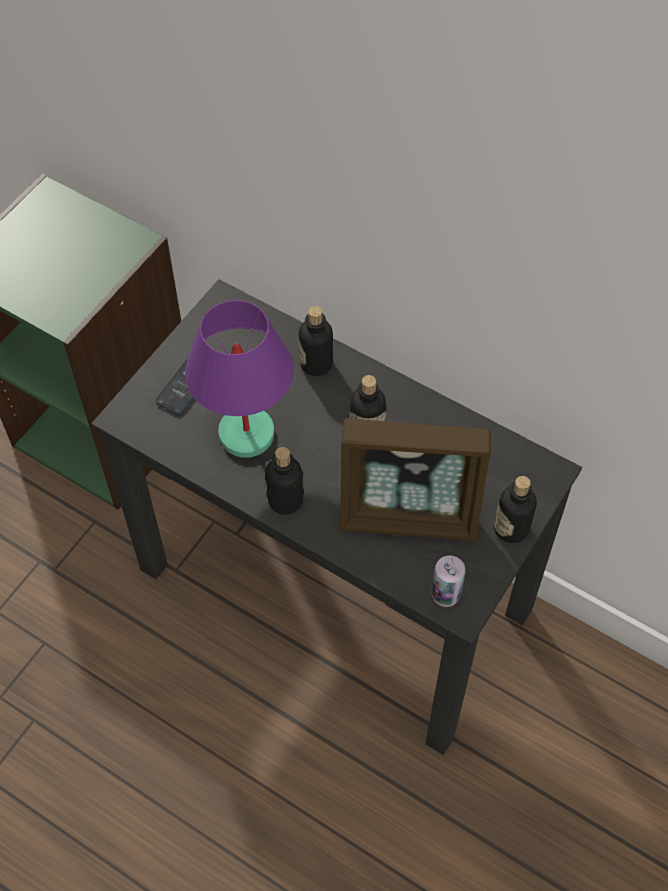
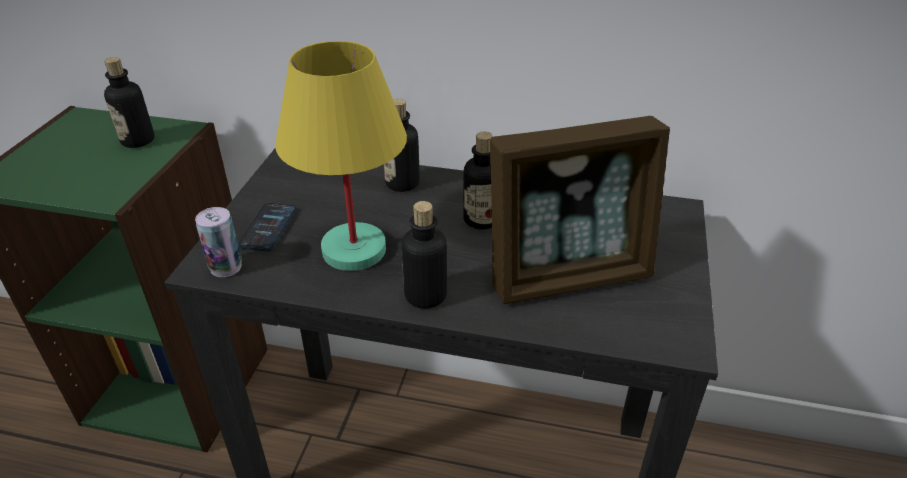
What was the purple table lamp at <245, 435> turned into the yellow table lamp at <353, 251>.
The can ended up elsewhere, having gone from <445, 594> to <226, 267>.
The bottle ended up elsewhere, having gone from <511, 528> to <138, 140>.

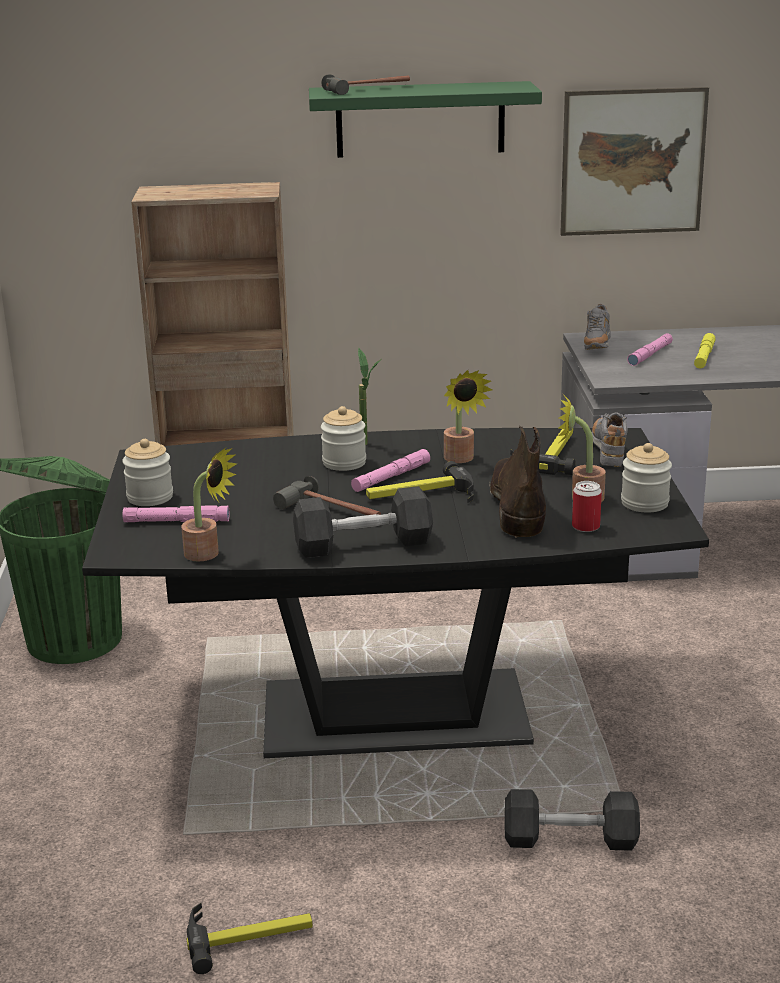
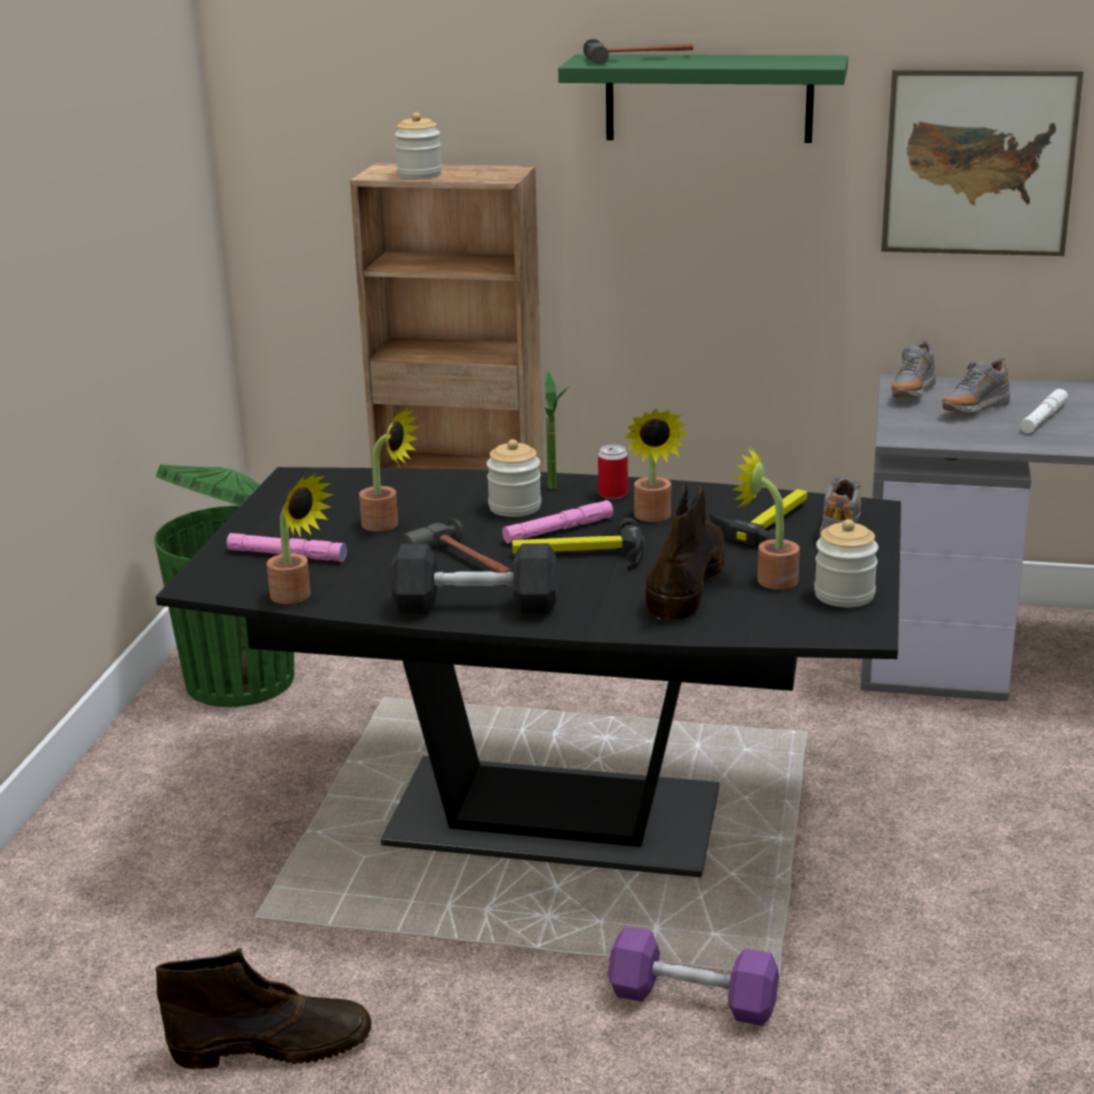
The jar ended up elsewhere, having gone from <150, 497> to <419, 175>.
Where the hammer stood at <249, 935>, the brown boot came to stand at <273, 1045>.
What was the grey dumbbell at <570, 839> turned into the purple dumbbell at <692, 999>.
The can ended up elsewhere, having gone from <585, 527> to <613, 494>.
Where the pink flashlight stood at <650, 354>, the grey shoe came to stand at <973, 410>.
What was the yellow flashlight at <704, 356> turned into the white flashlight at <1043, 418>.
The second view gained the potted plant at <387, 525>.

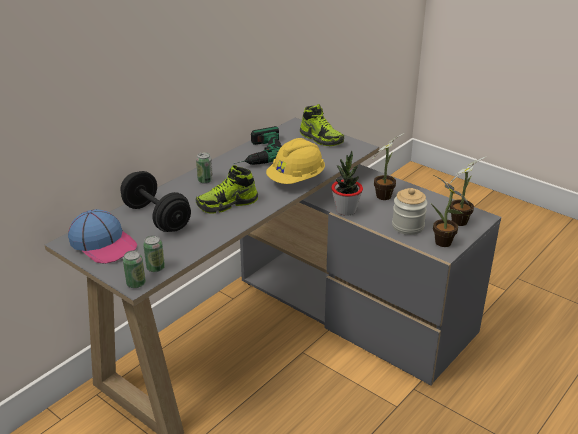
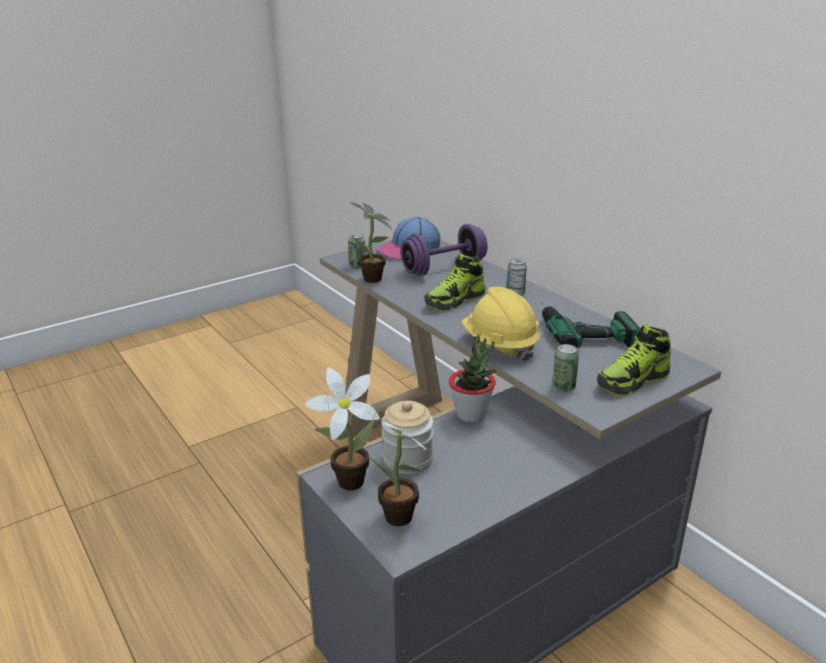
What was the black dumbbell at <157, 217> turned into the purple dumbbell at <444, 268>.
The can ended up elsewhere, having gone from <136, 284> to <563, 387>.
The shoe at <227, 204> ended up facing another way, 120 degrees counterclockwise from before.
The potted plant ended up elsewhere, having gone from <385, 195> to <374, 280>.

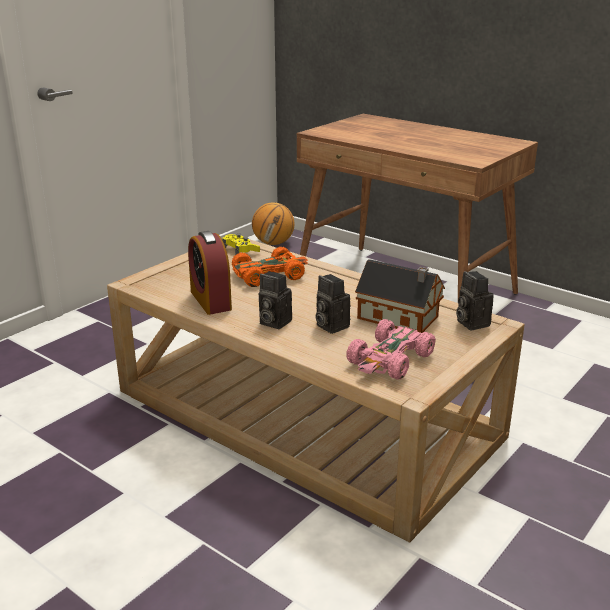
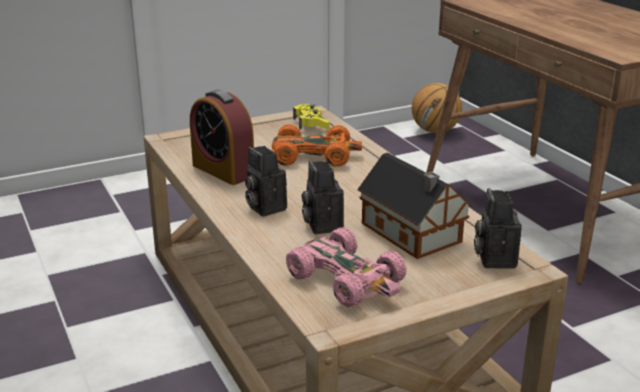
The alarm clock at <210, 300> ended up facing another way, 45 degrees counterclockwise from before.
The pink toy car at <390, 360> ended up facing another way, 105 degrees counterclockwise from before.

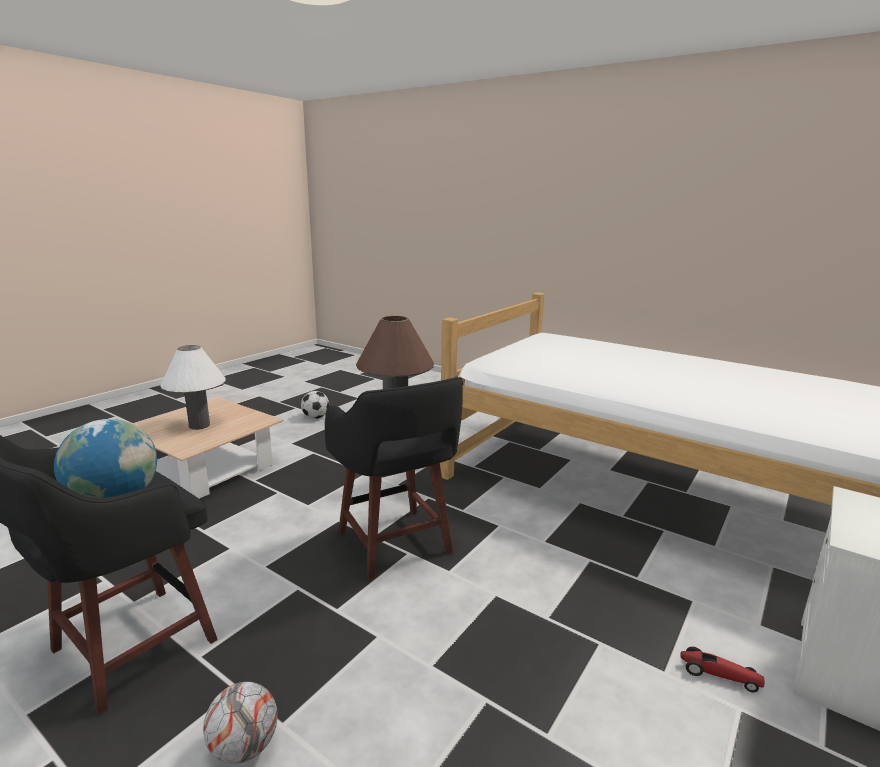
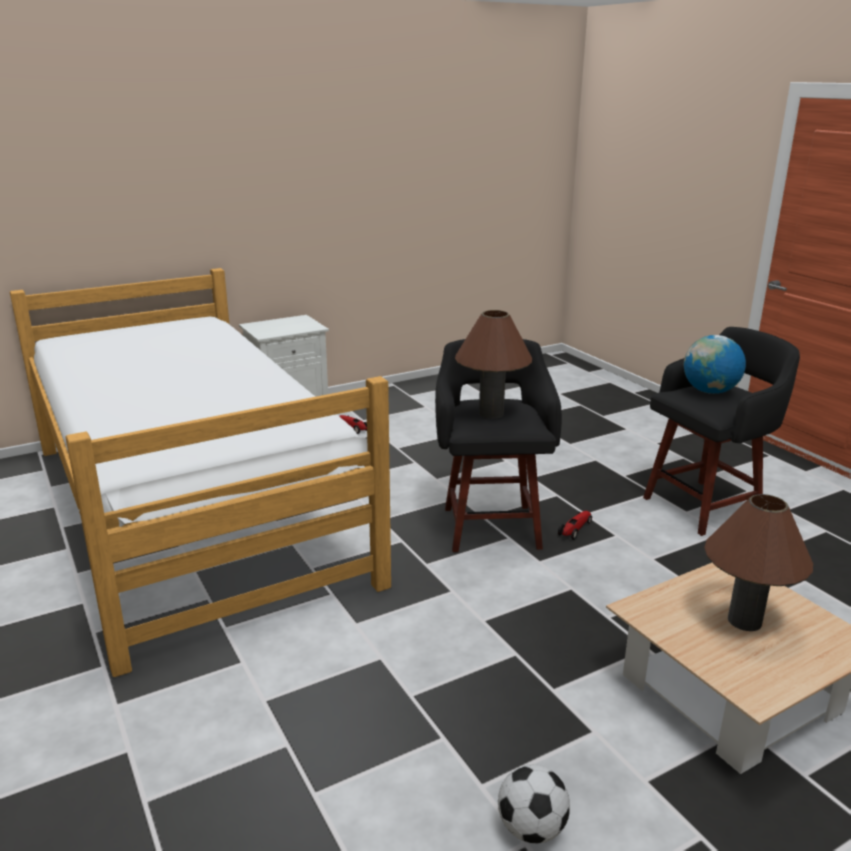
What was the white table lamp at <199, 425> turned into the brown table lamp at <744, 621>.
The second view lost the football at <244, 747>.
The second view gained the toy car at <575, 529>.

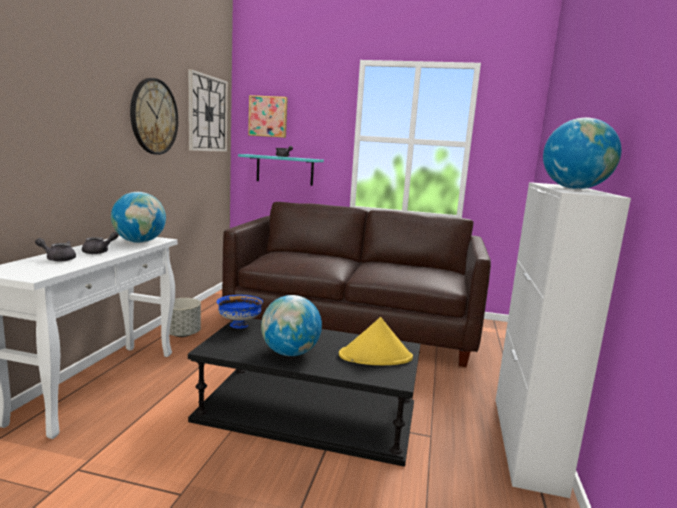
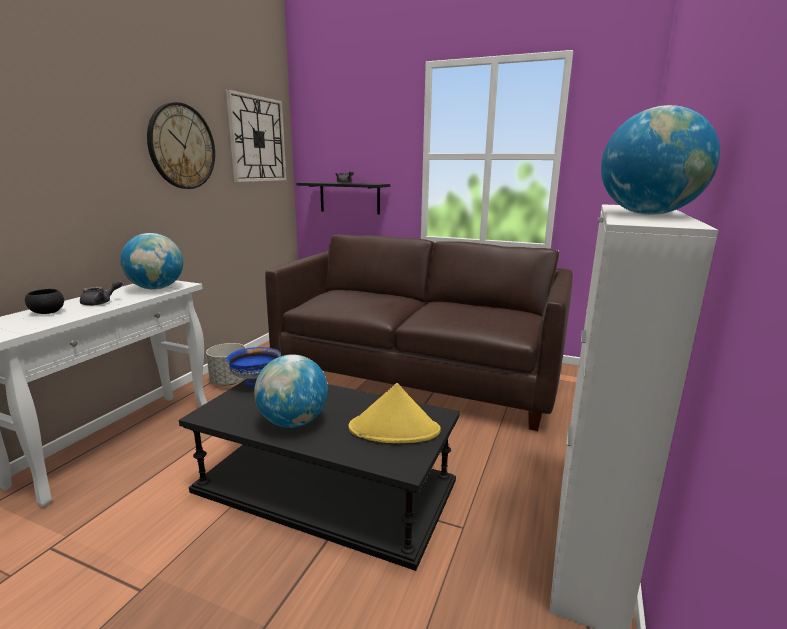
Where the grey teapot stood at <58, 259>, the black bowl came to stand at <47, 312>.
What was the turquoise shelf at <285, 170> turned into the black shelf at <349, 198>.
The second view lost the picture at <268, 116>.

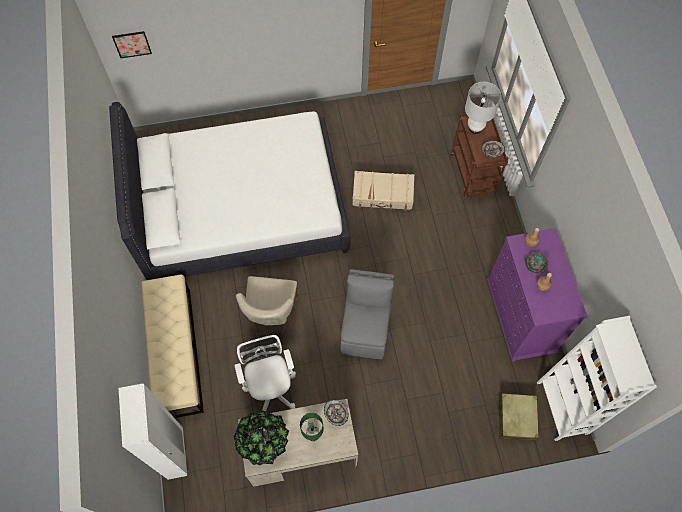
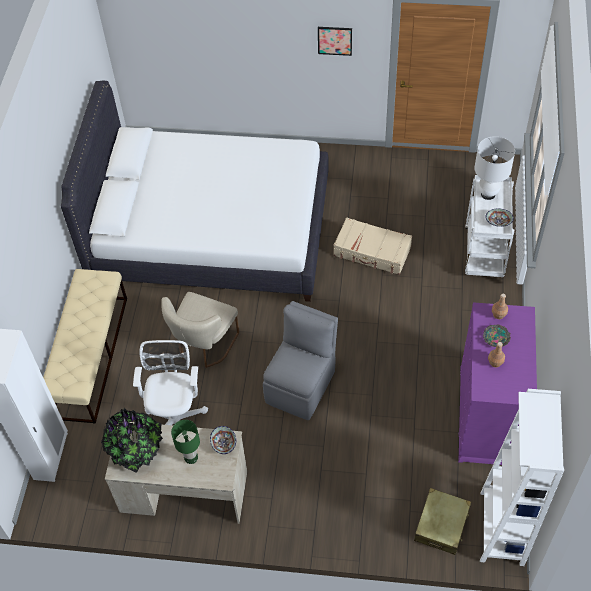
The picture ended up elsewhere, having gone from <132, 44> to <334, 40>.
What was the brown cart at <473, 174> turned into the white cart at <484, 253>.

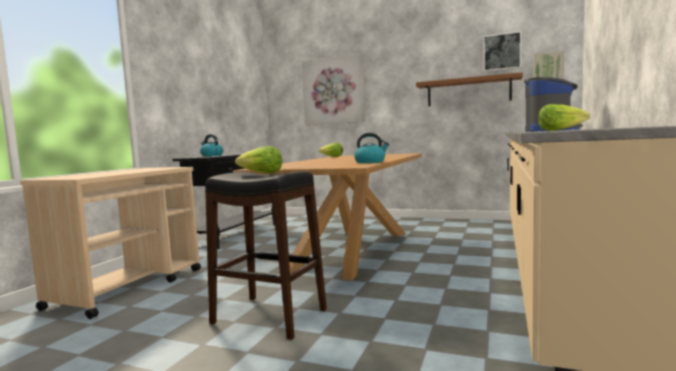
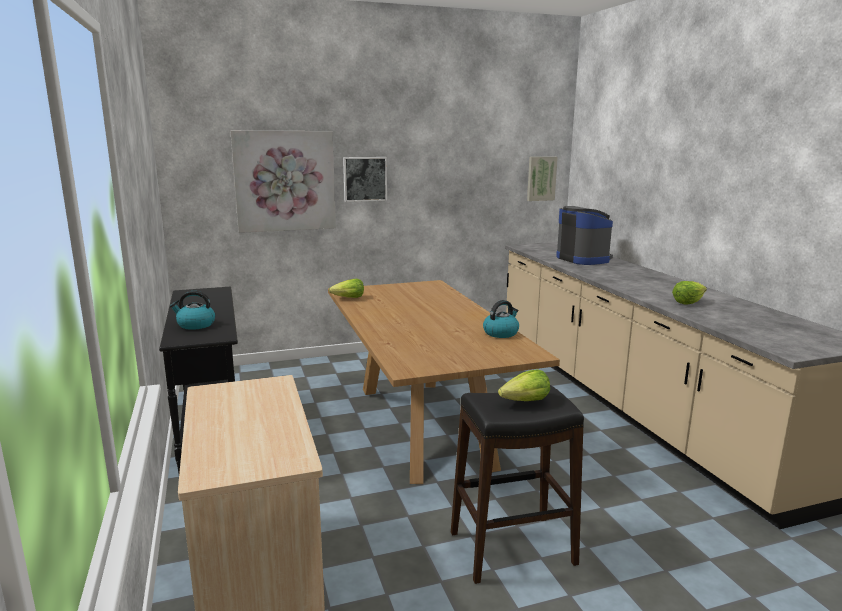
The second view lost the brown shelf at <468, 91>.
The picture ended up elsewhere, having gone from <502, 52> to <364, 179>.

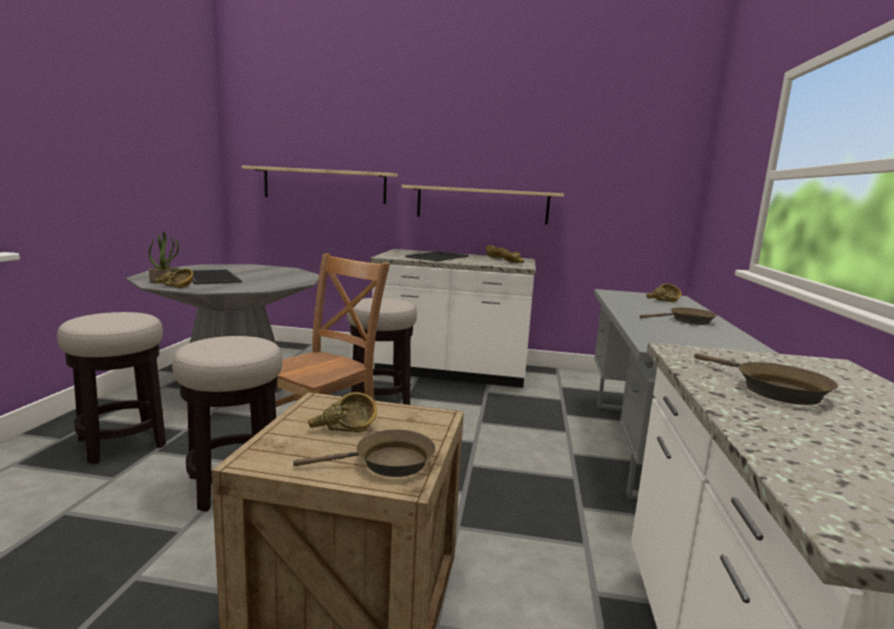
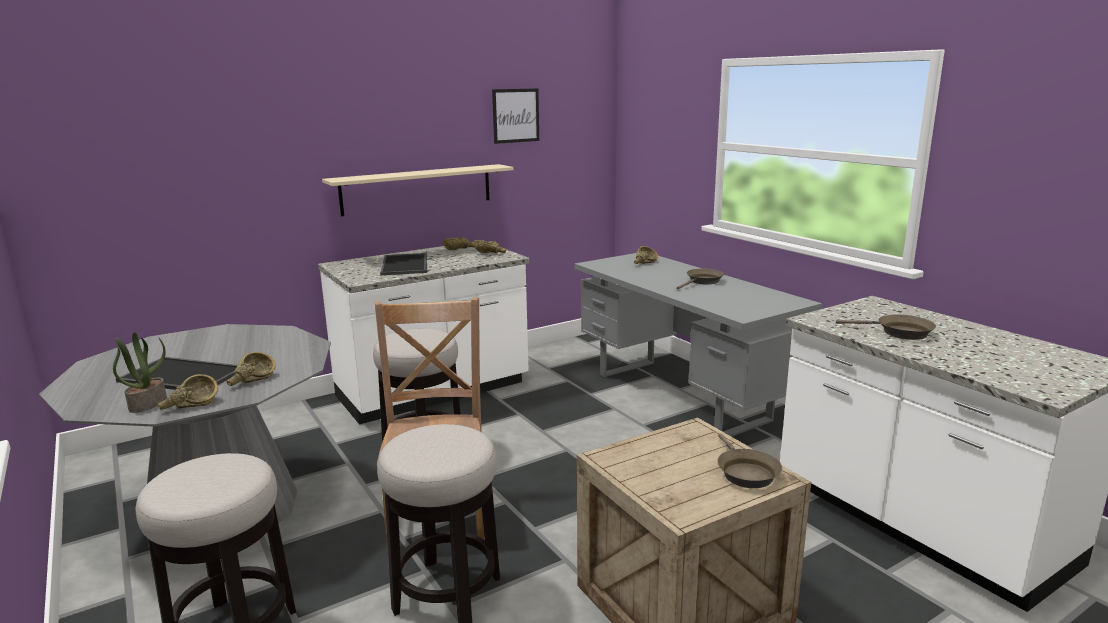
The second view lost the beige shelf at <324, 185>.
The brown frying pan at <387, 463> ended up facing another way, 135 degrees clockwise from before.
The brown bowl ended up elsewhere, having gone from <343, 429> to <252, 380>.
The second view gained the picture at <515, 115>.

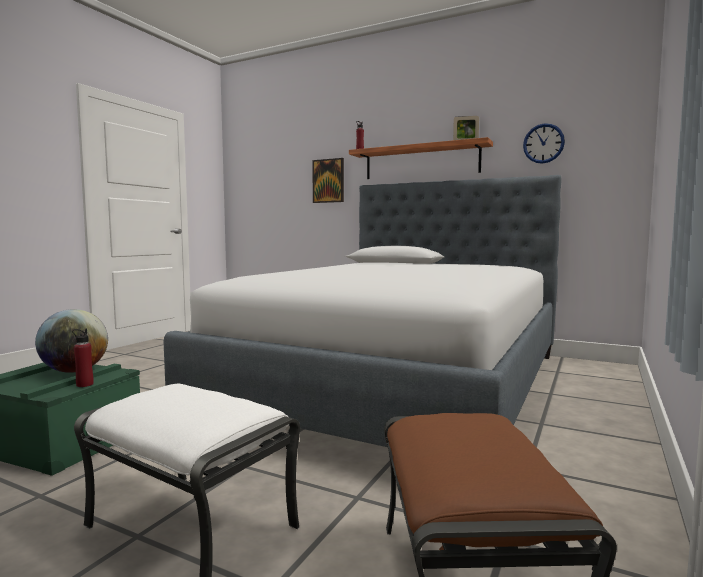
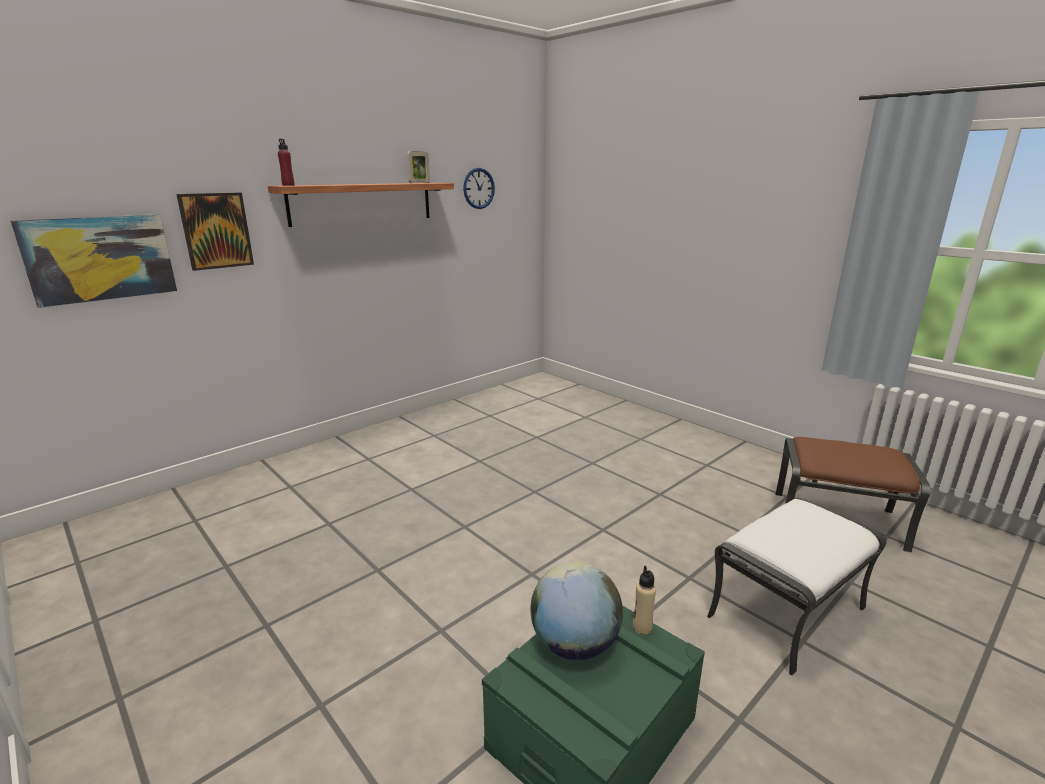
What was the red bottle at <84, 384> turned into the beige bottle at <642, 627>.
The second view lost the bed at <399, 382>.
The second view gained the picture at <100, 258>.

